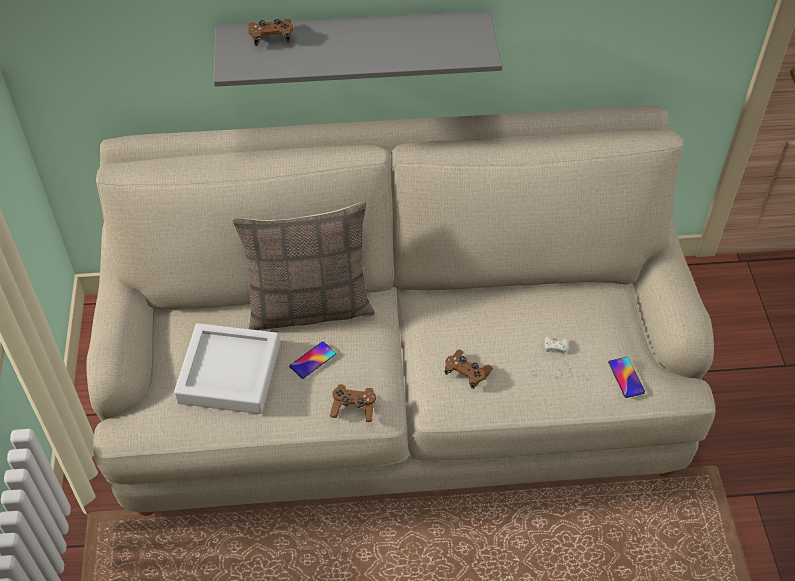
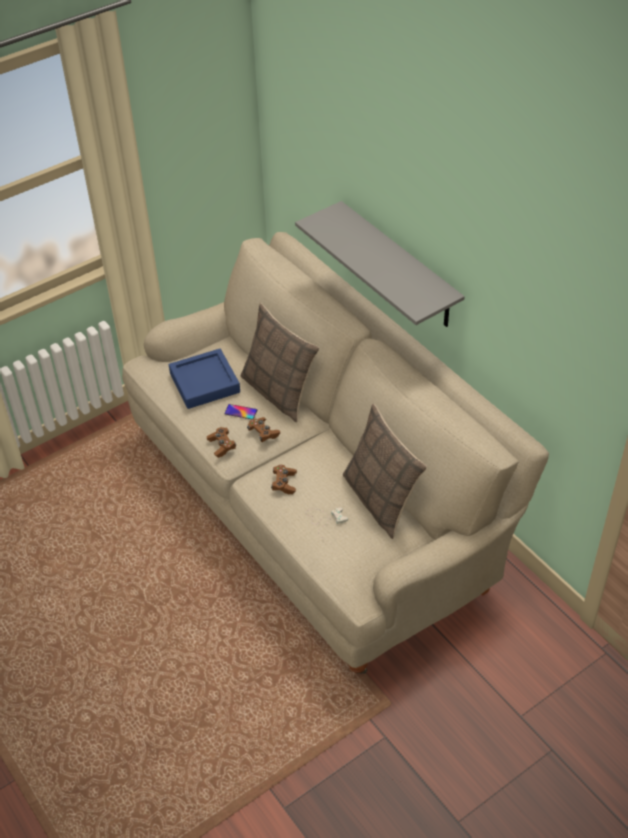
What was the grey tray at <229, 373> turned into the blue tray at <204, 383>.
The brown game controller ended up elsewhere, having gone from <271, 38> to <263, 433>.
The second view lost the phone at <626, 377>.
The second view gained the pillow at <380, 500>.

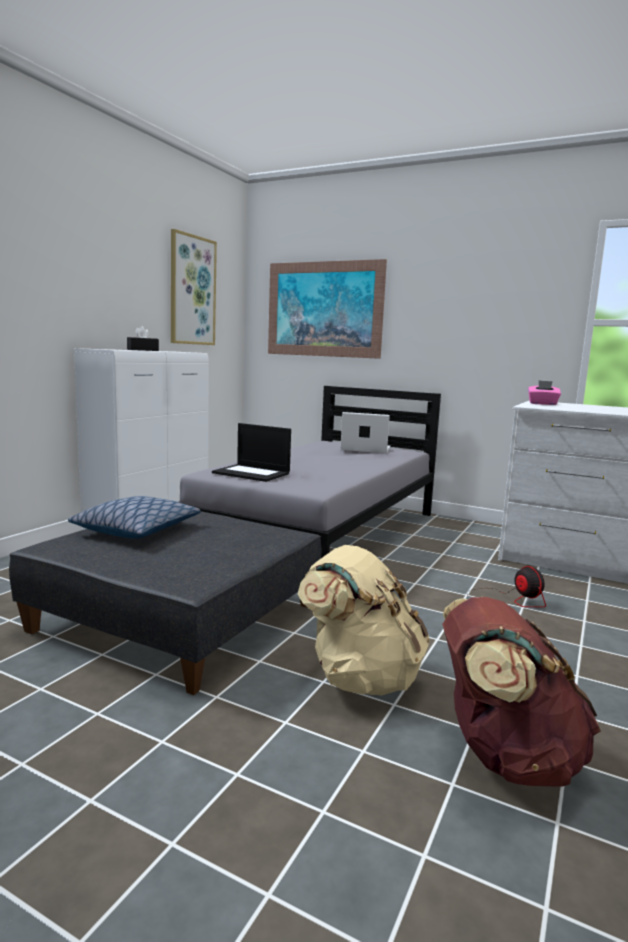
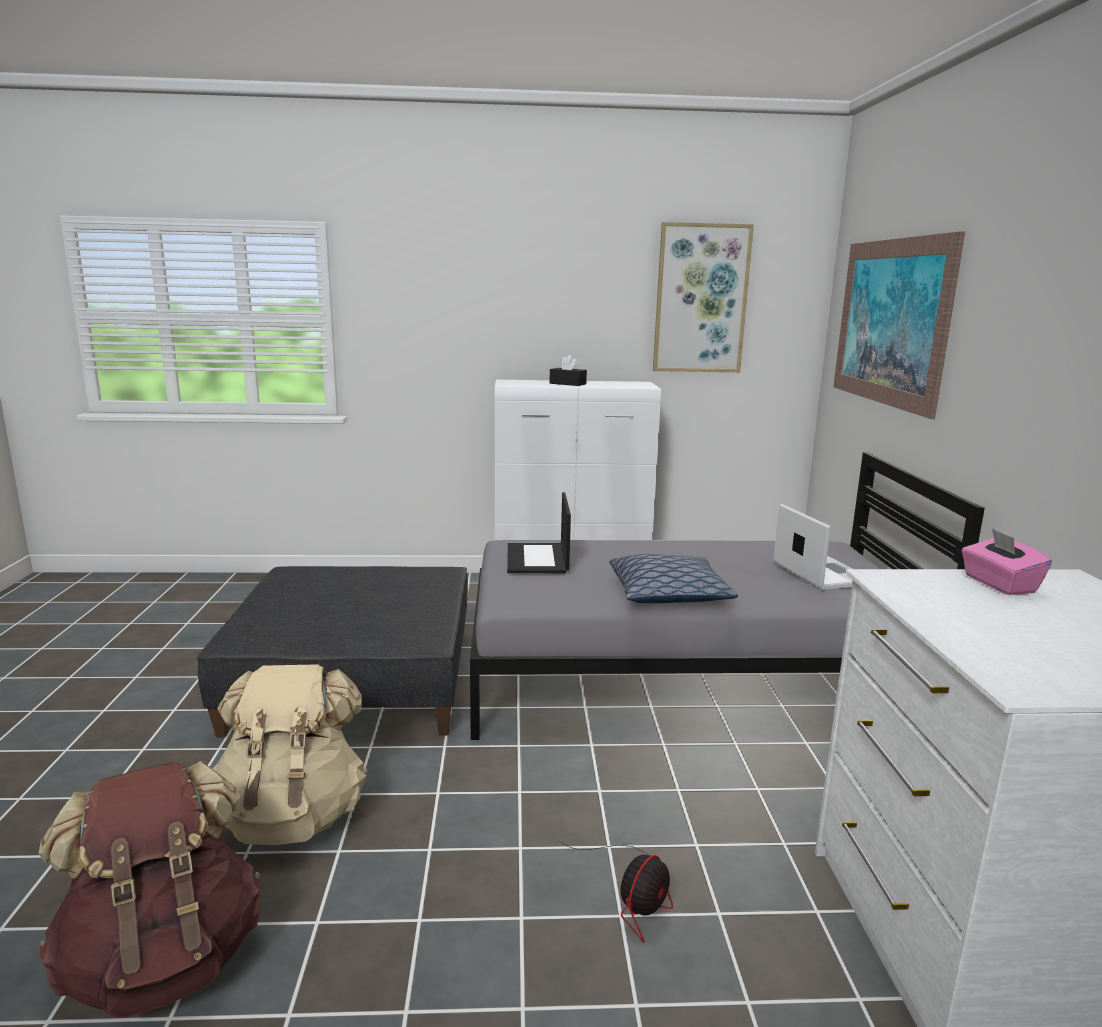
The pillow ended up elsewhere, having gone from <136, 530> to <668, 594>.

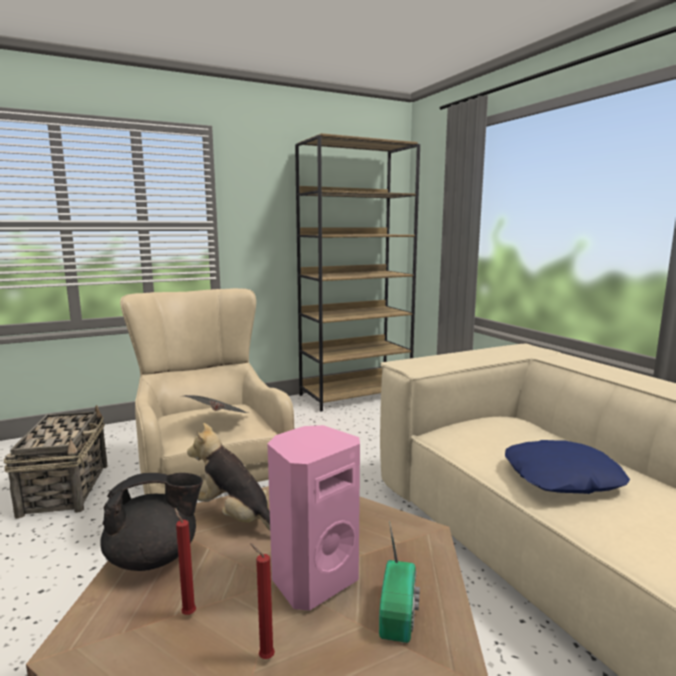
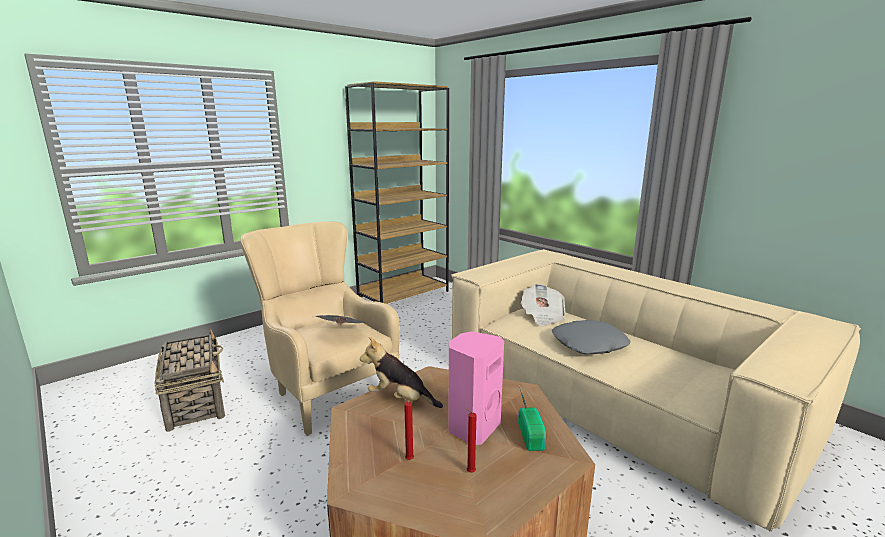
The second view lost the black teapot at <154, 558>.
What was the blue pillow at <562, 478> turned into the grey pillow at <589, 344>.
The second view gained the newspaper at <542, 316>.

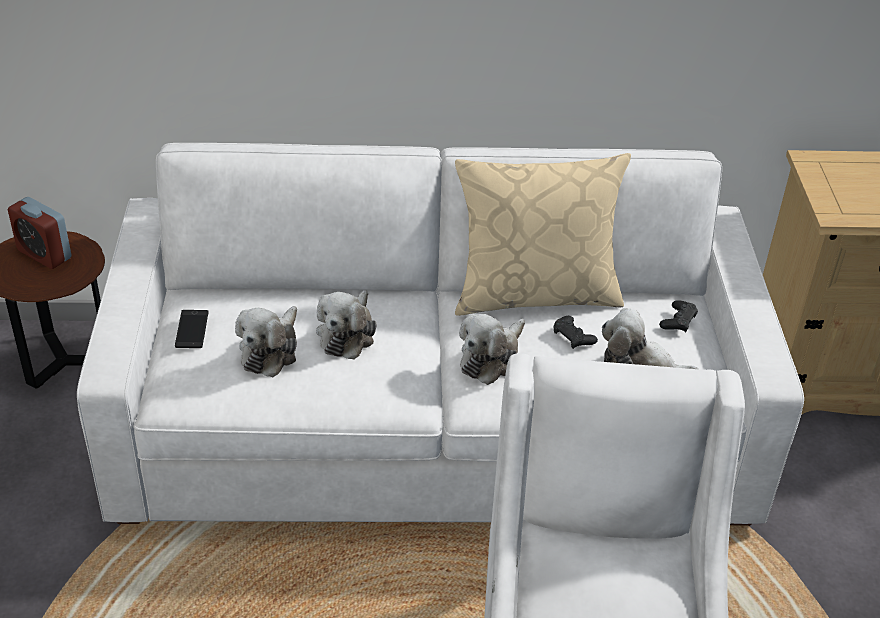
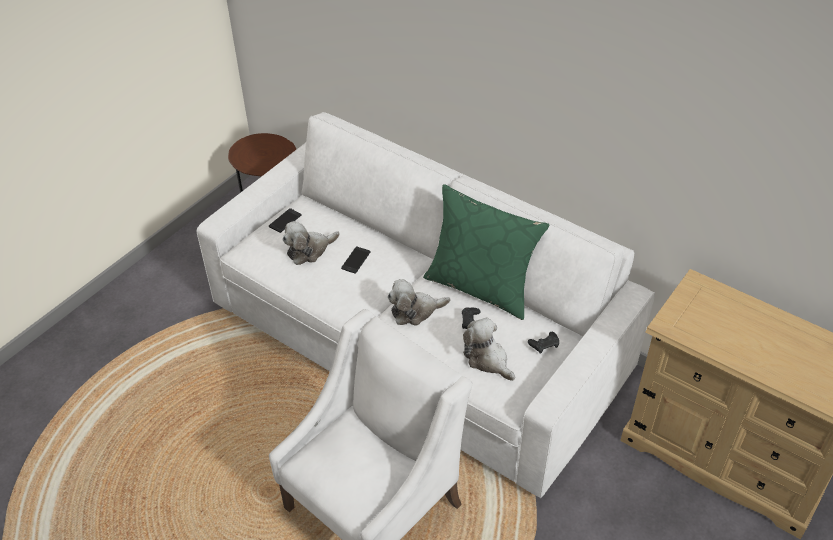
The second view lost the alarm clock at <44, 254>.
Where the plush toy stood at <347, 334>, the phone came to stand at <356, 260>.
What was the beige pillow at <535, 293> turned into the green pillow at <481, 287>.

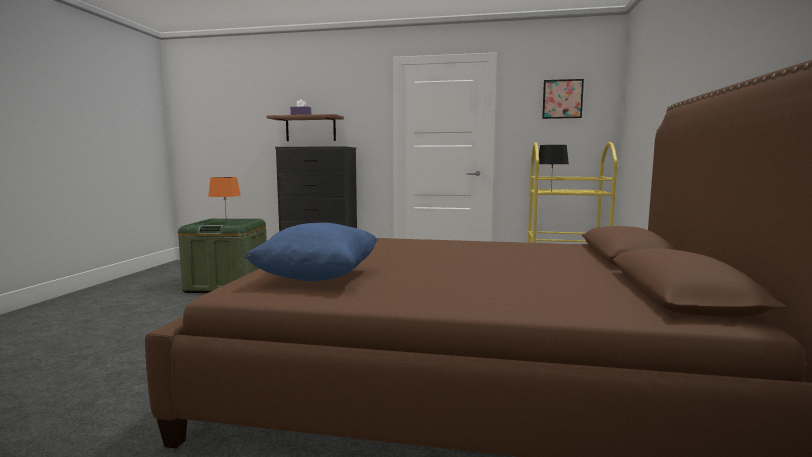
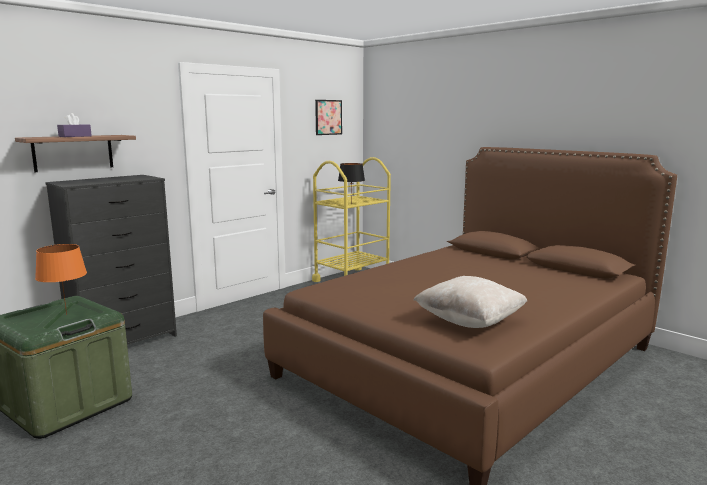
What was the blue pillow at <318, 277> turned into the beige pillow at <469, 321>.

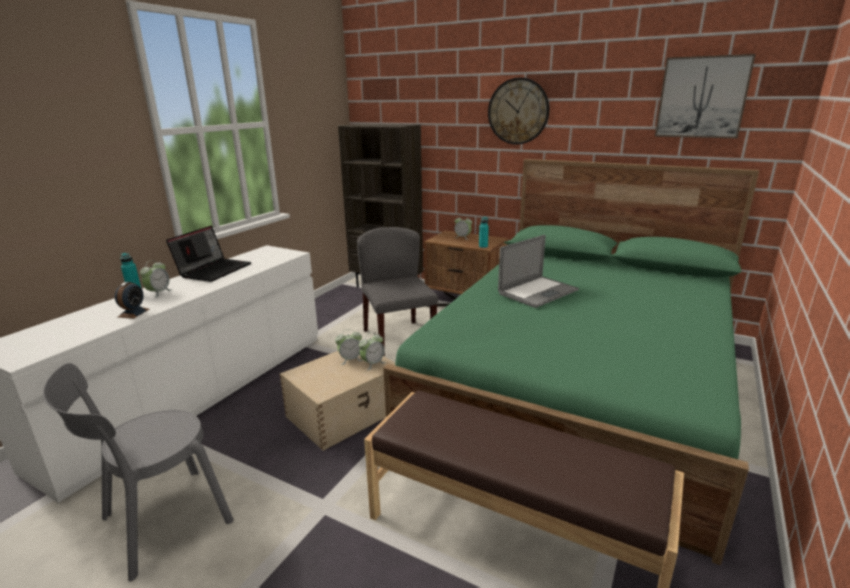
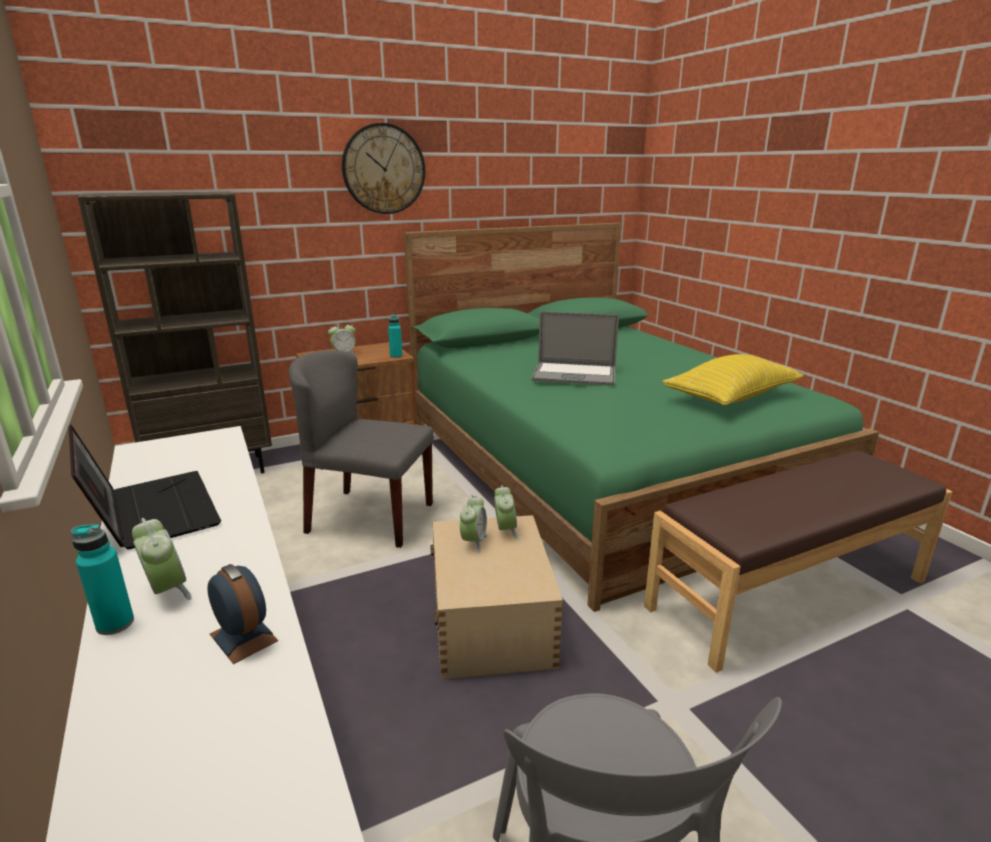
The laptop at <538, 292> ended up facing another way, 105 degrees clockwise from before.
The second view lost the picture at <702, 97>.
The second view gained the yellow pillow at <731, 398>.

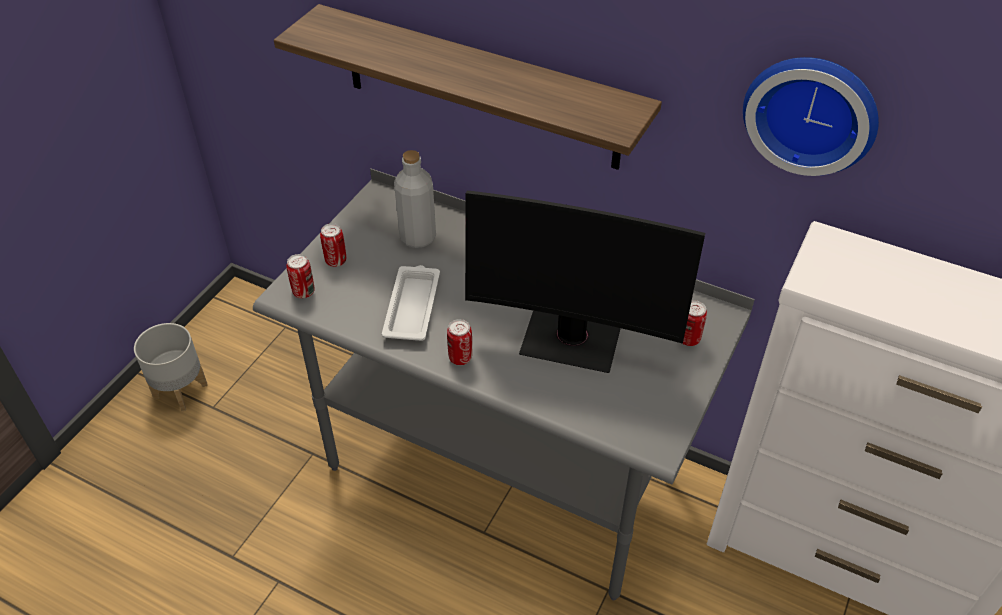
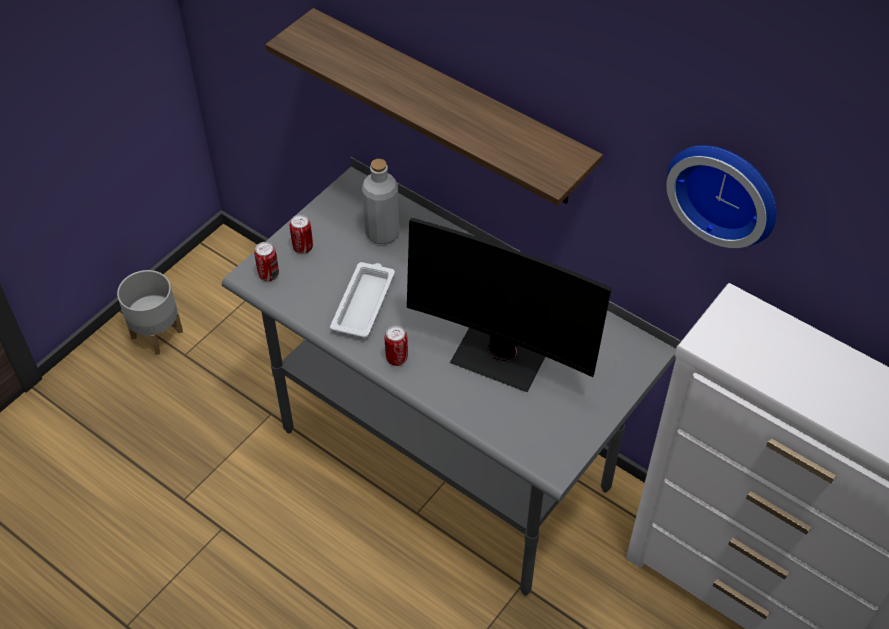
The second view lost the can at <688, 339>.

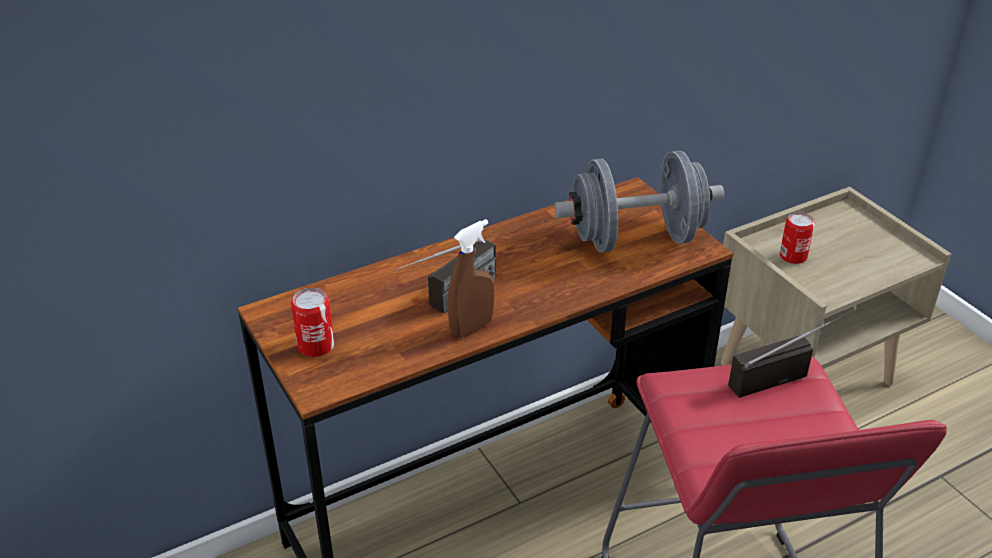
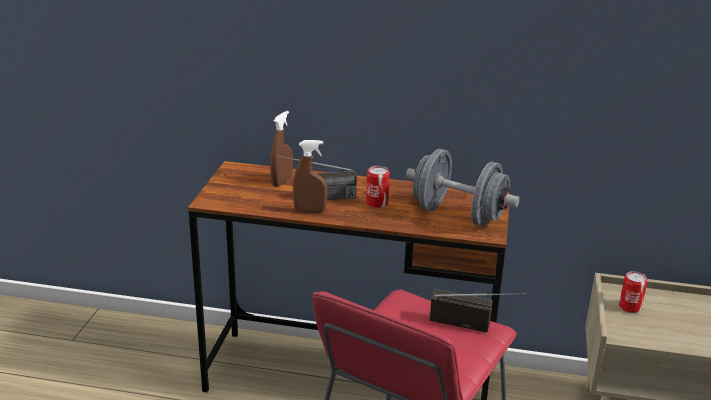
The can ended up elsewhere, having gone from <316, 346> to <377, 203>.
The second view gained the brown spray bottle at <282, 182>.

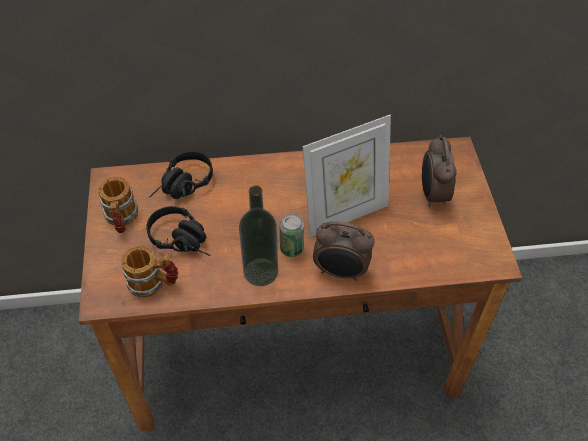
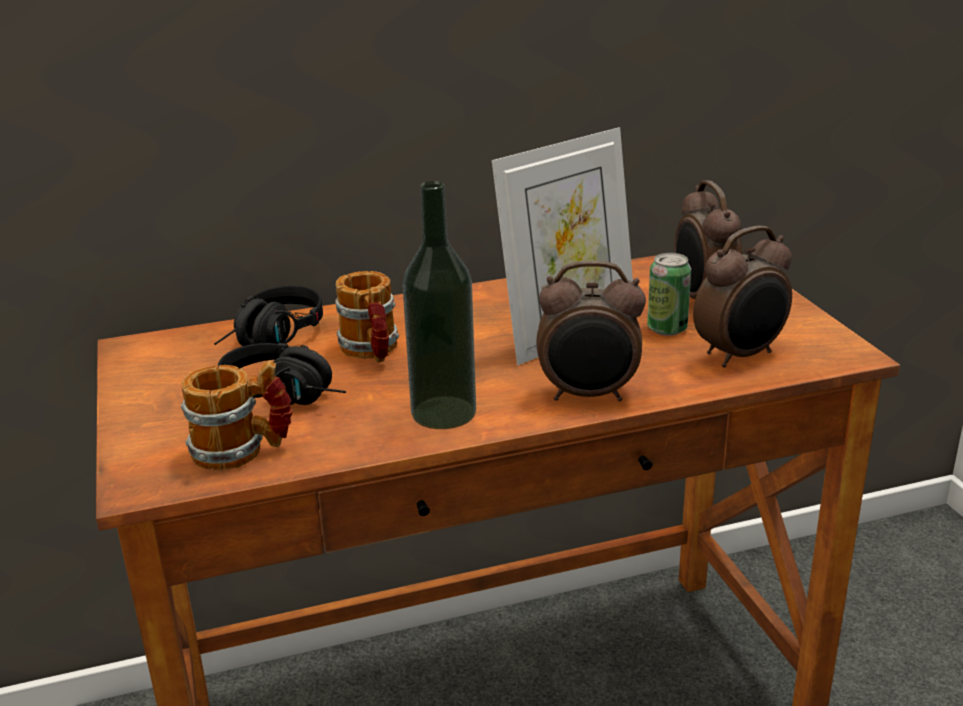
The mug ended up elsewhere, having gone from <121, 219> to <372, 351>.
The can ended up elsewhere, having gone from <291, 249> to <667, 329>.
The second view gained the alarm clock at <740, 356>.

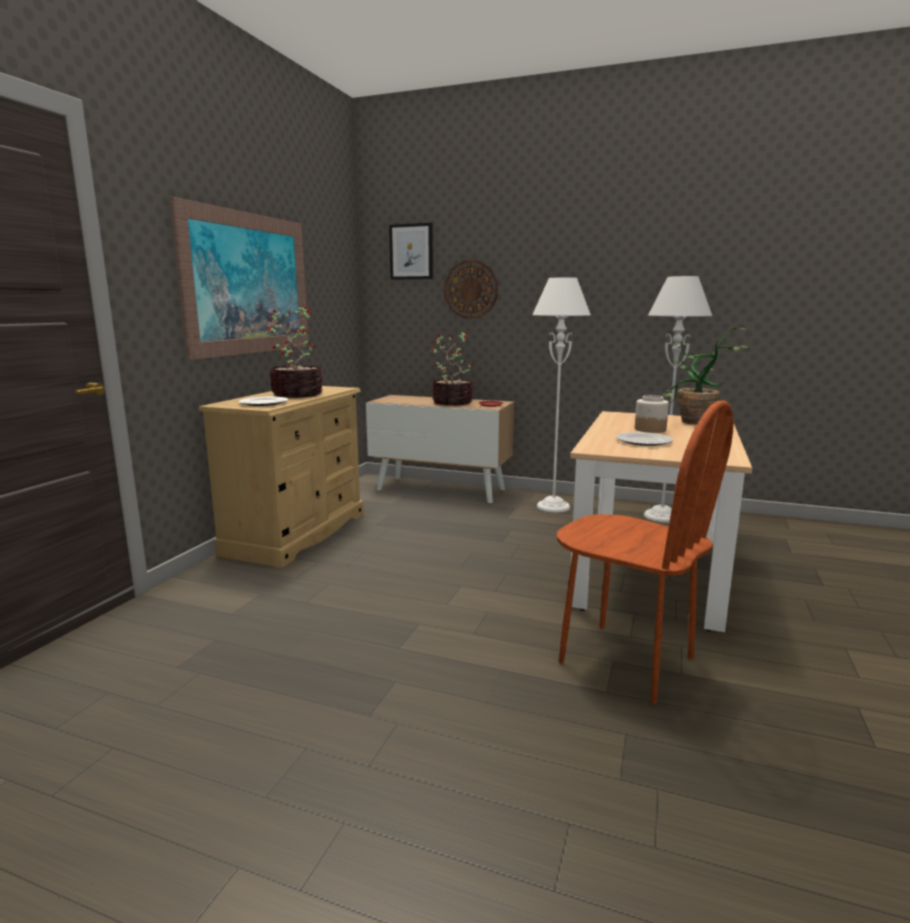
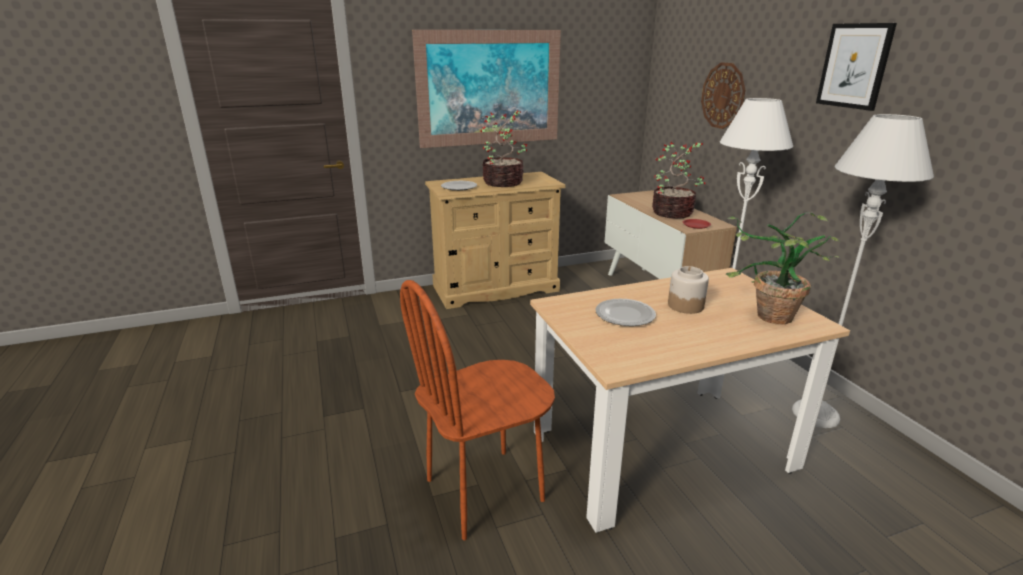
The picture ended up elsewhere, having gone from <411, 252> to <854, 66>.
The brown chair at <626, 660> ended up facing another way, 60 degrees clockwise from before.

